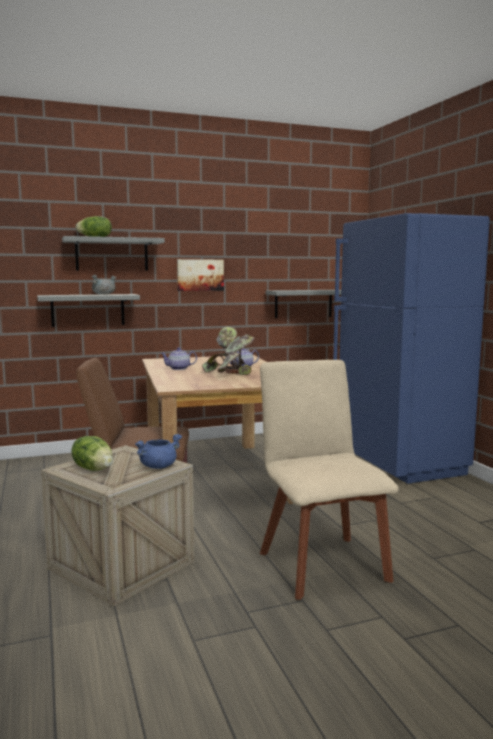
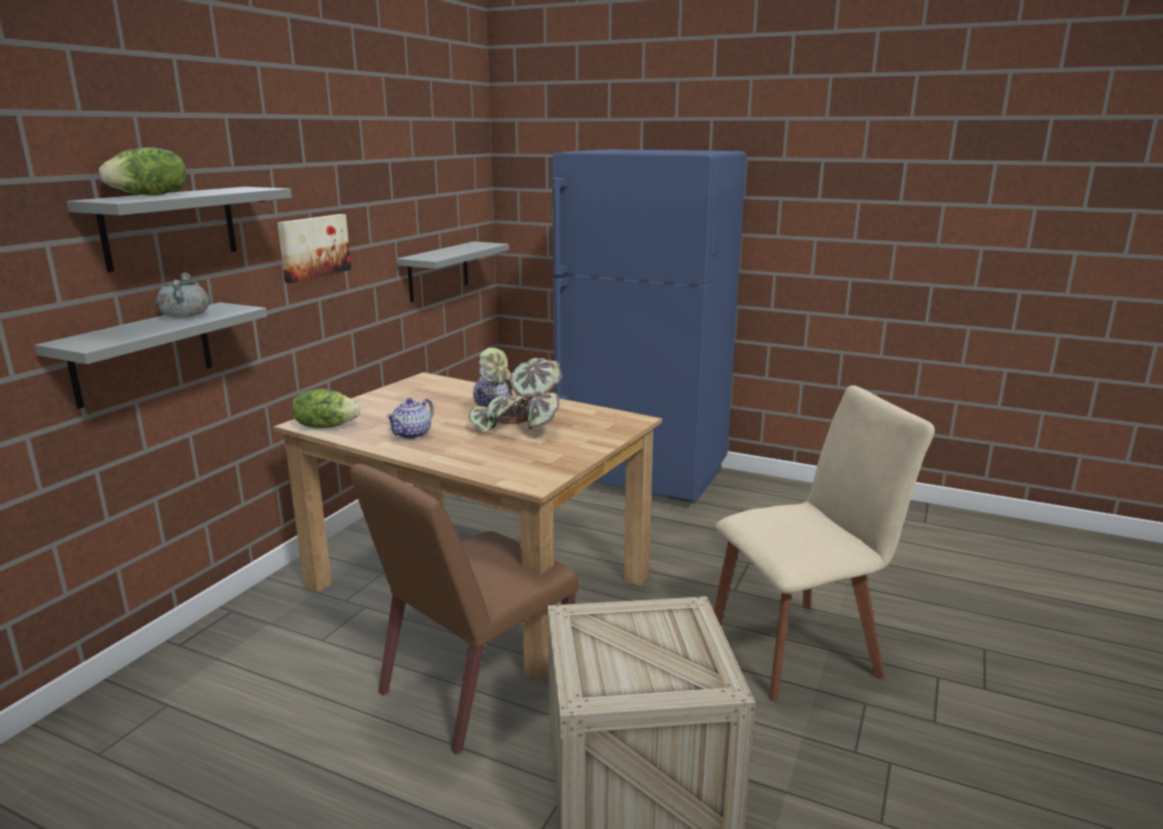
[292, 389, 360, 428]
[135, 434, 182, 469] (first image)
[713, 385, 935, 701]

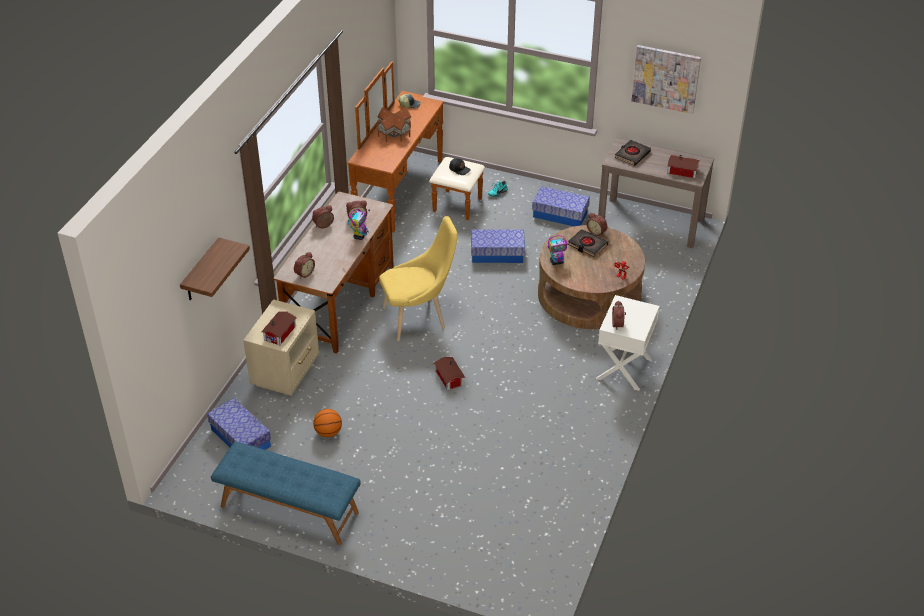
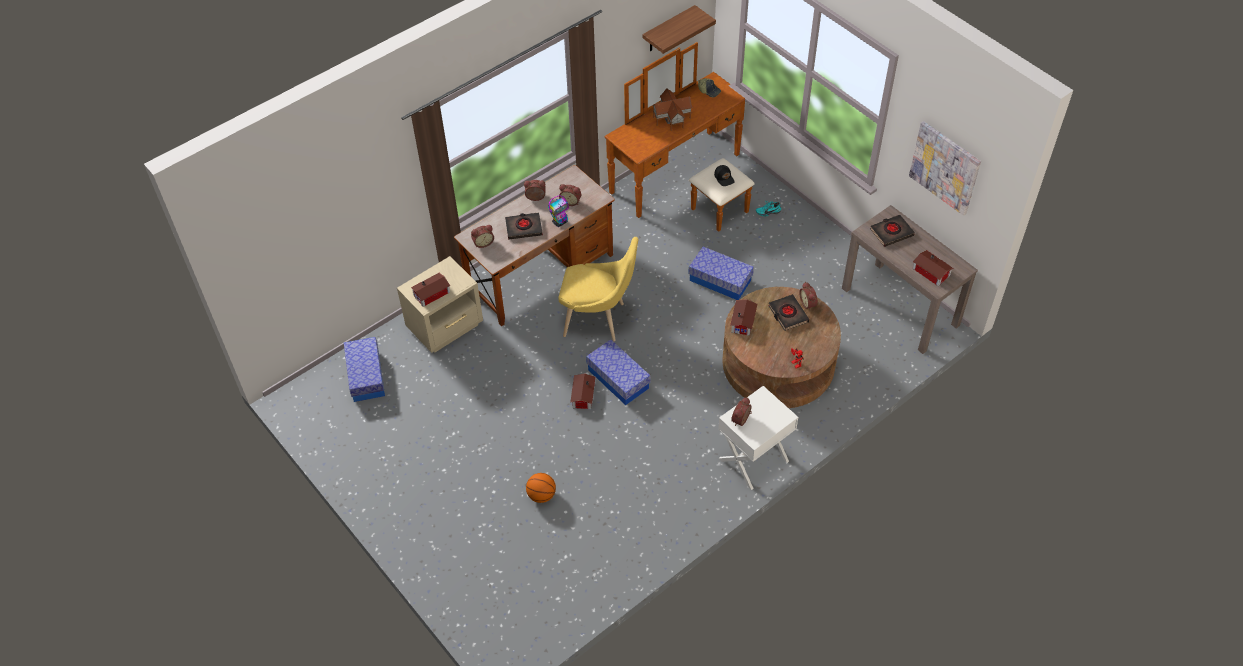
[643, 5, 716, 54]
[211, 442, 361, 545] (first image)
[526, 473, 556, 503]
[586, 339, 651, 405]
[730, 299, 757, 336]
[505, 212, 543, 239]

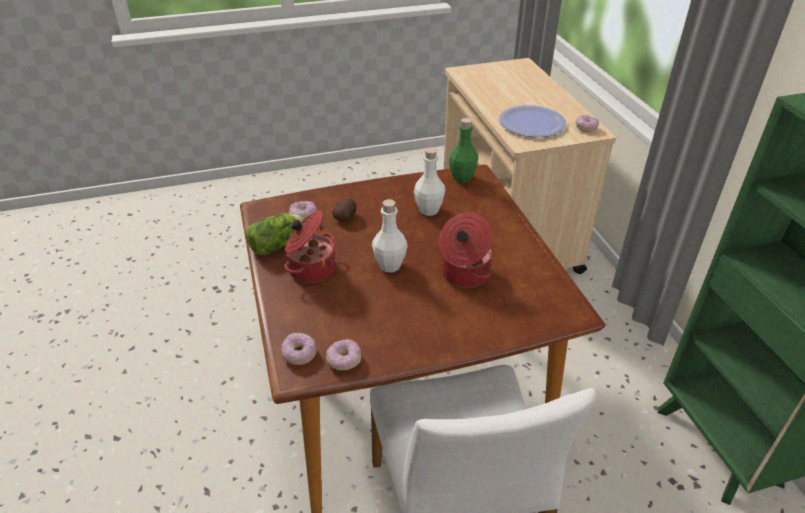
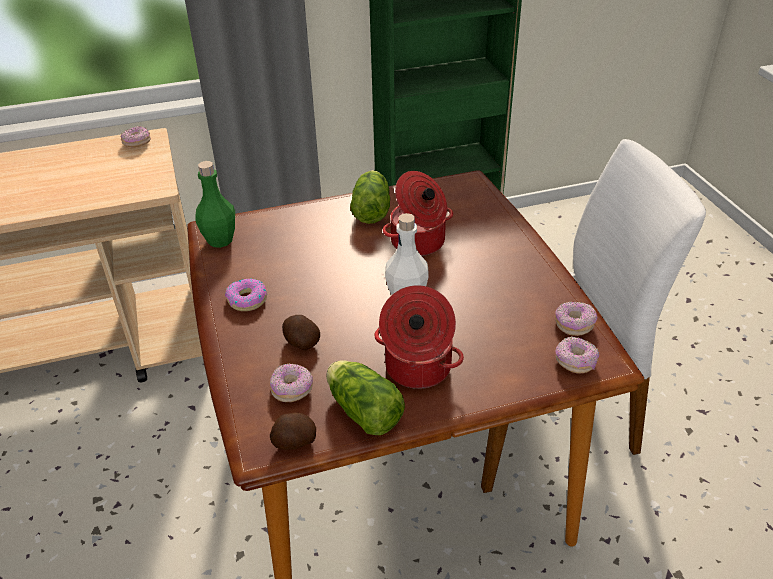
[414, 147, 445, 216] (first image)
[499, 105, 566, 137] (first image)
[225, 279, 267, 311]
[270, 413, 316, 450]
[350, 170, 390, 224]

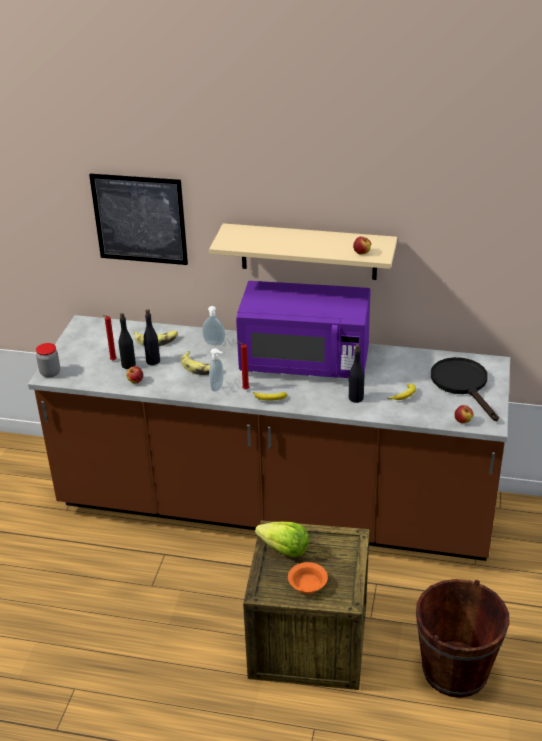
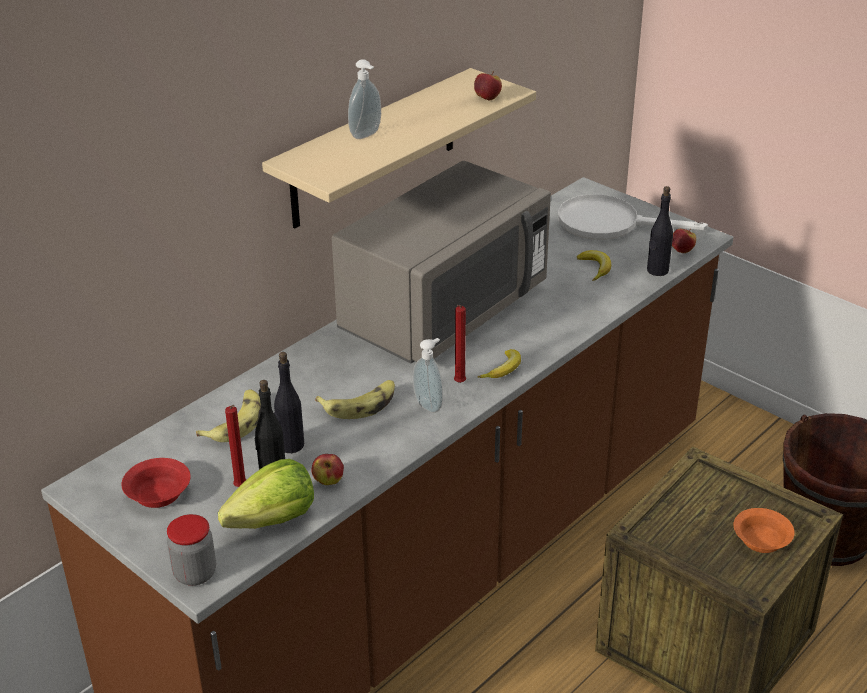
[89, 174, 188, 265] (first image)
[348, 59, 381, 139]
[332, 161, 551, 364]
[218, 459, 314, 529]
[647, 186, 673, 276]
[558, 194, 708, 240]
[122, 458, 191, 508]

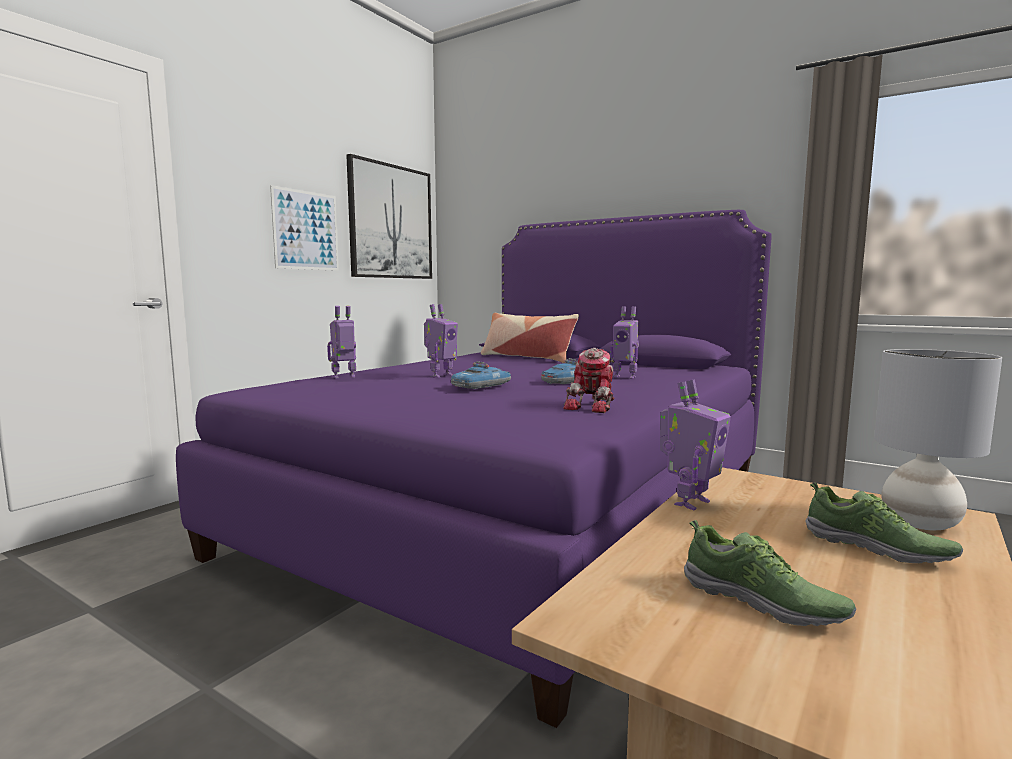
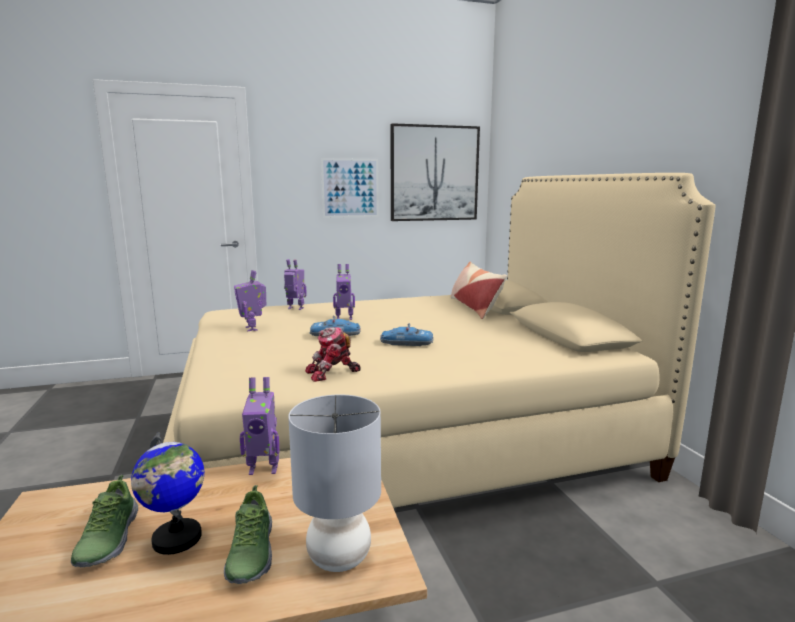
[163, 173, 715, 508]
[234, 270, 266, 332]
[131, 432, 204, 555]

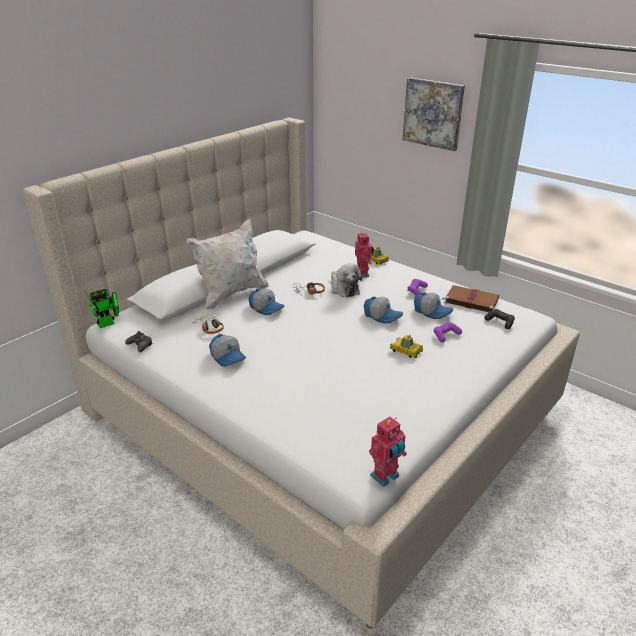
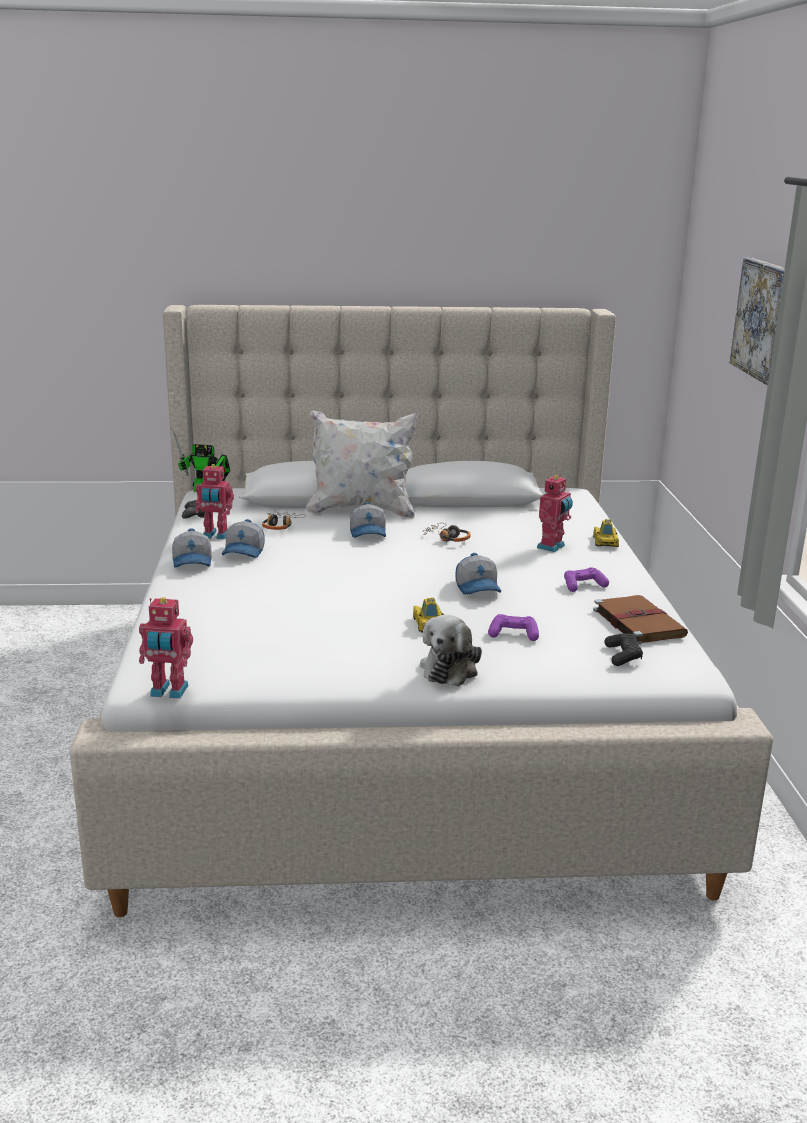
[420, 615, 482, 686]
[172, 528, 212, 568]
[195, 464, 234, 539]

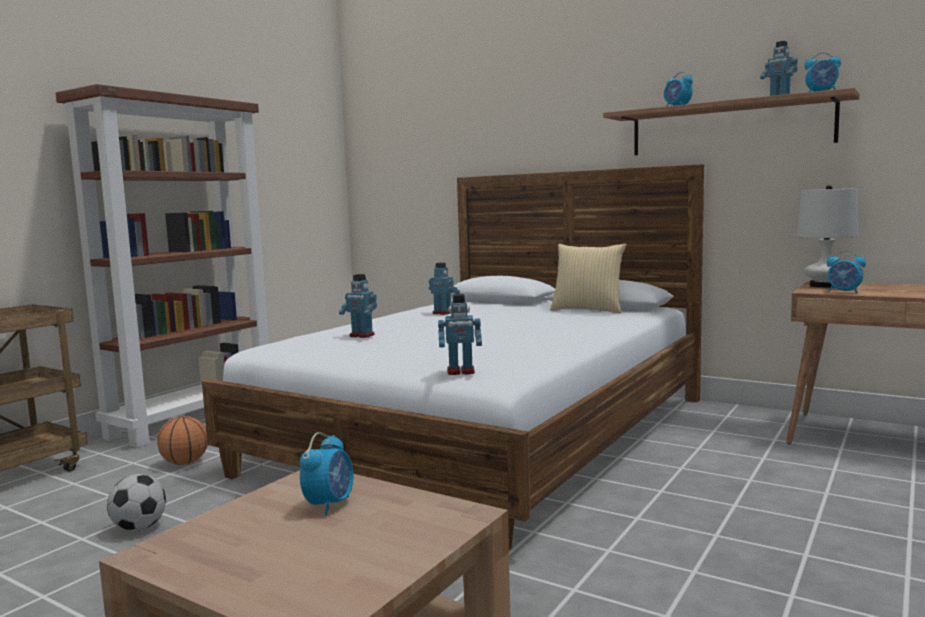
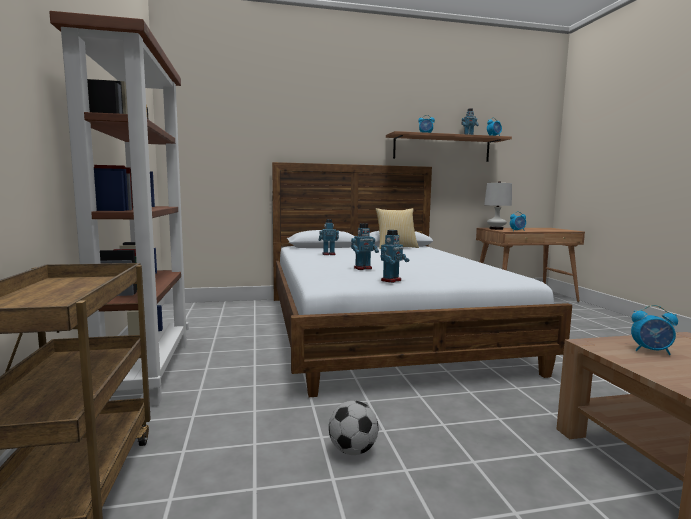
[157, 416, 208, 465] (first image)
[631, 305, 678, 355]
[380, 230, 409, 283]

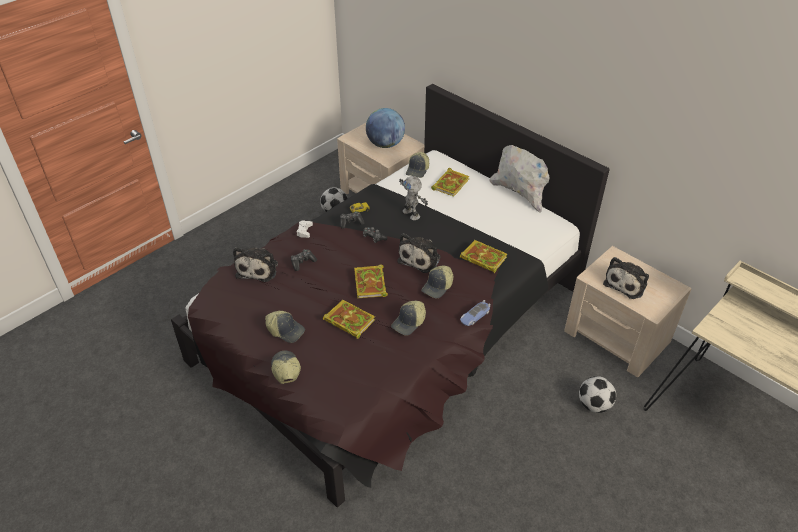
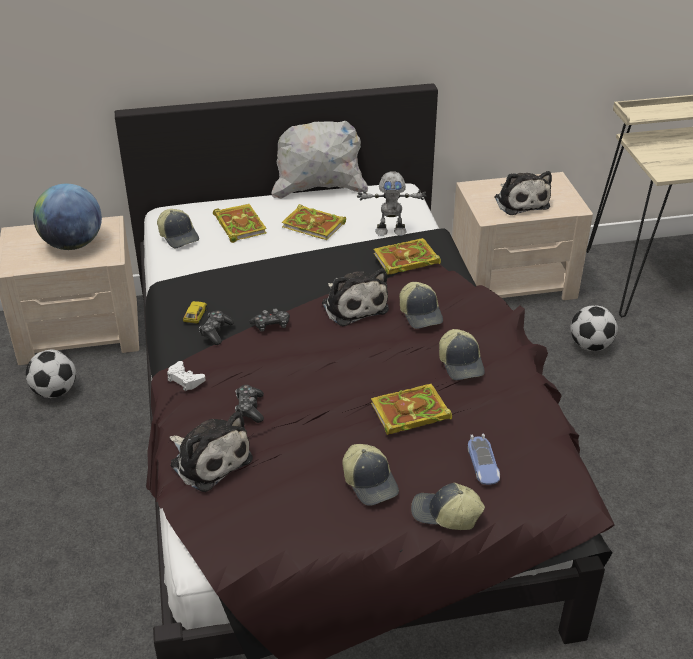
[342, 444, 399, 506]
[282, 204, 346, 240]
[357, 171, 427, 236]
[468, 433, 500, 485]

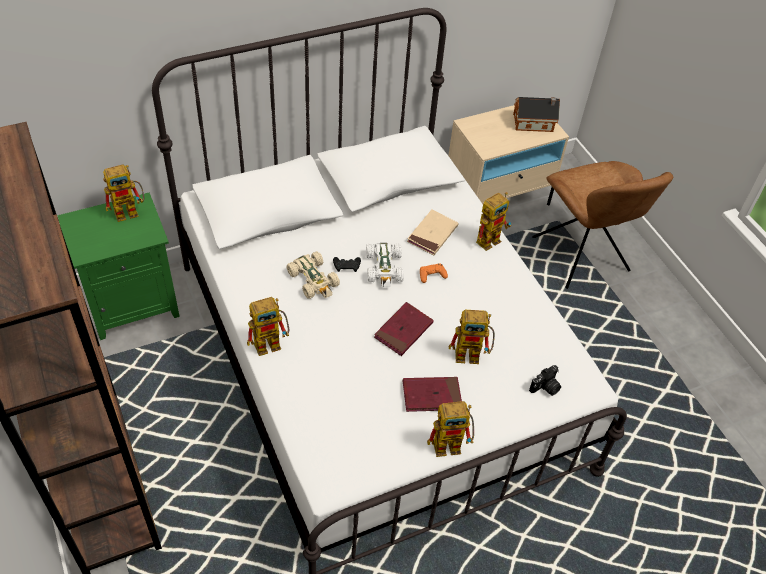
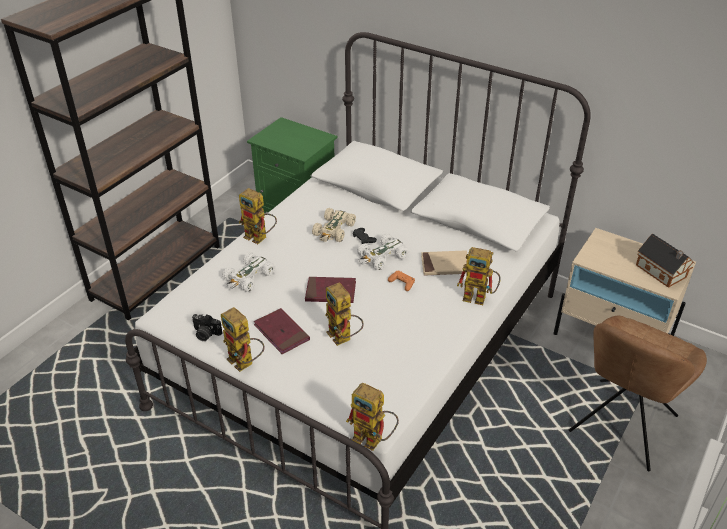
[346, 382, 399, 451]
[192, 314, 222, 341]
[222, 252, 275, 292]

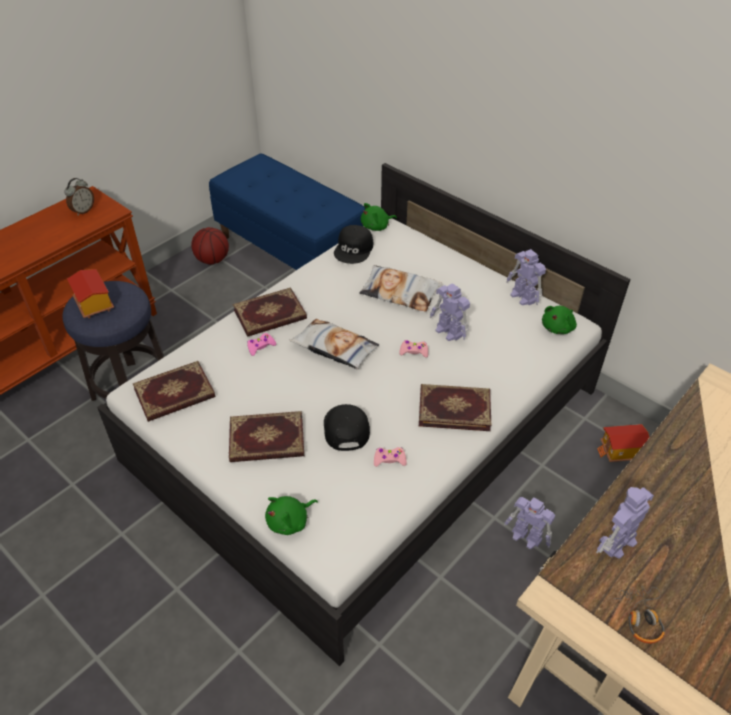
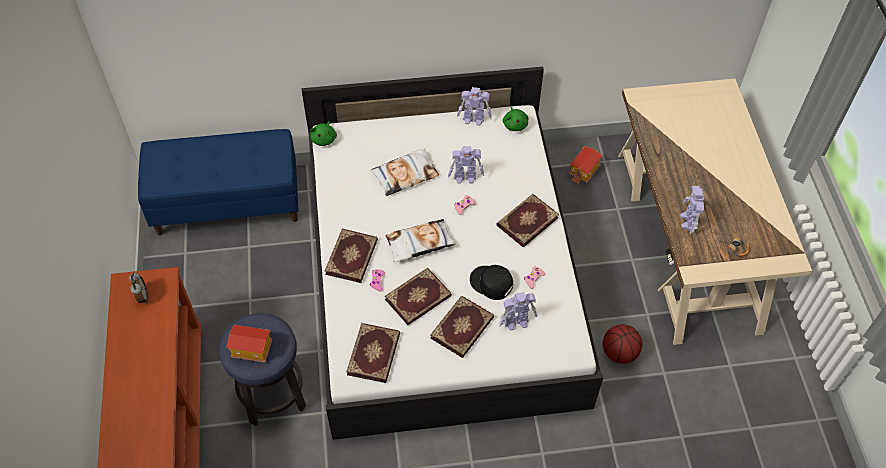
[603, 324, 642, 364]
[265, 496, 318, 535] (first image)
[334, 225, 373, 264] (first image)
[499, 292, 537, 331]
[385, 268, 452, 325]

